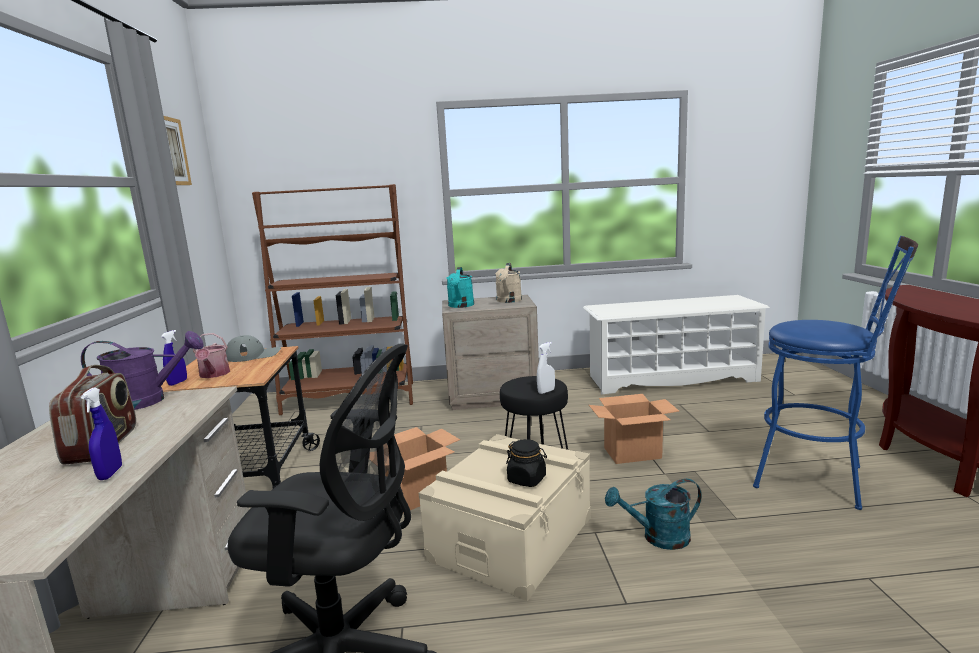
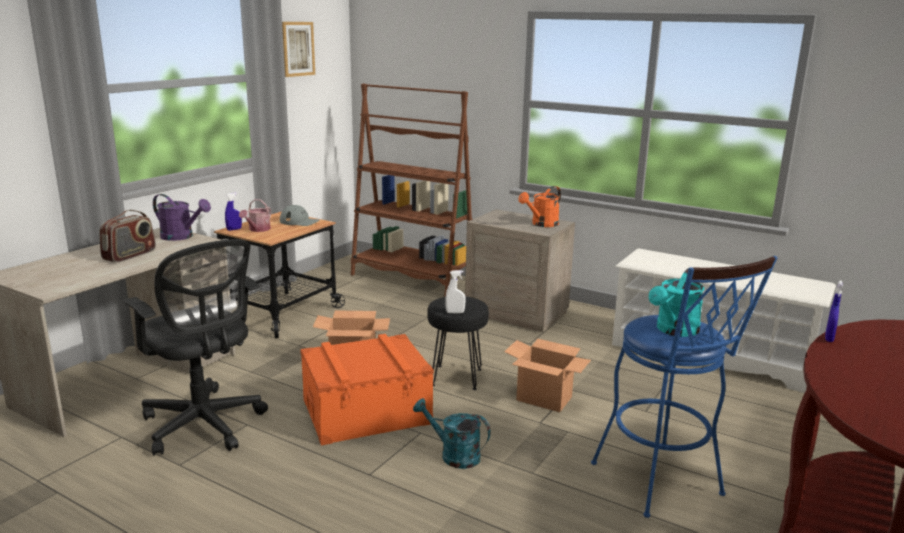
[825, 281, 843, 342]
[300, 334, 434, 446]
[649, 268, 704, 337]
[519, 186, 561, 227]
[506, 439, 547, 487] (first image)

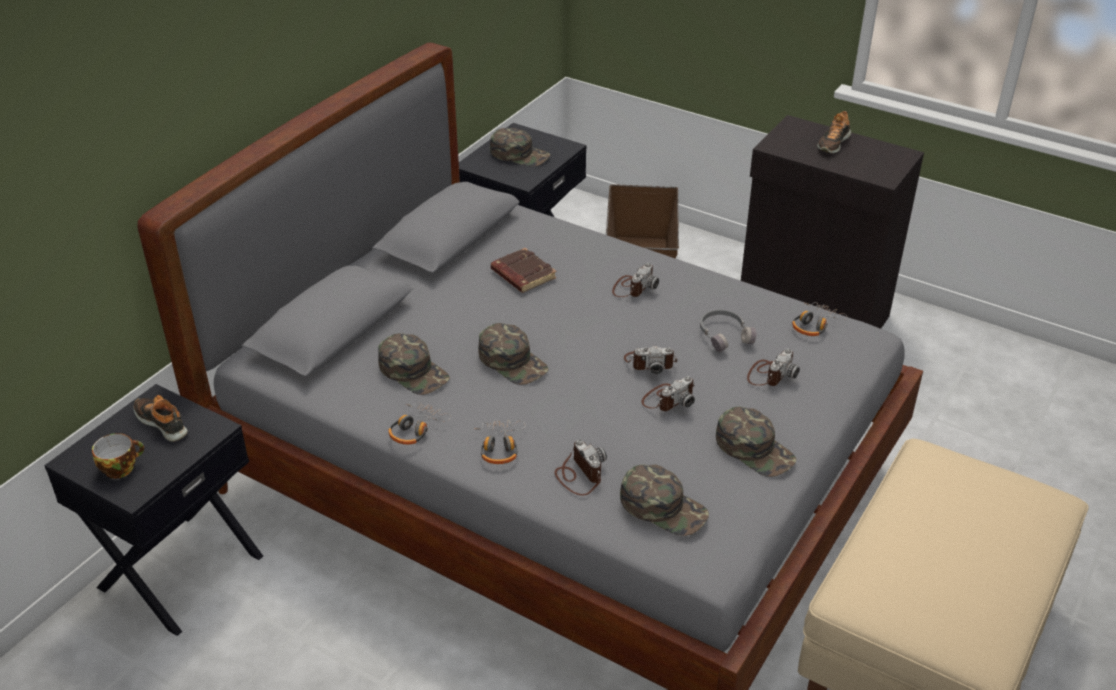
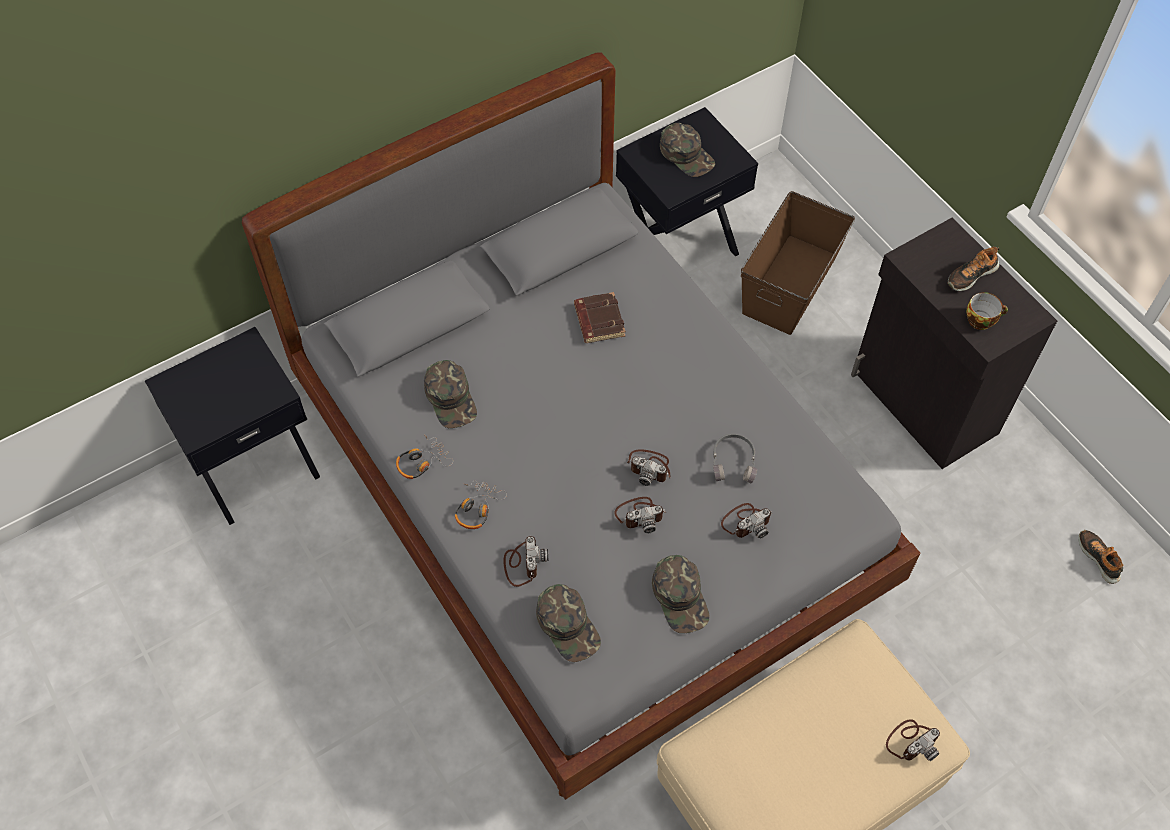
[966, 292, 1008, 330]
[1078, 530, 1124, 584]
[478, 323, 548, 385] (first image)
[886, 719, 940, 761]
[792, 302, 847, 336] (first image)

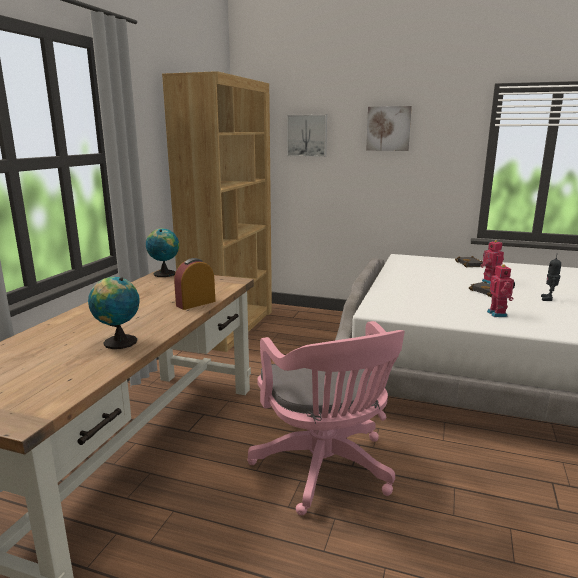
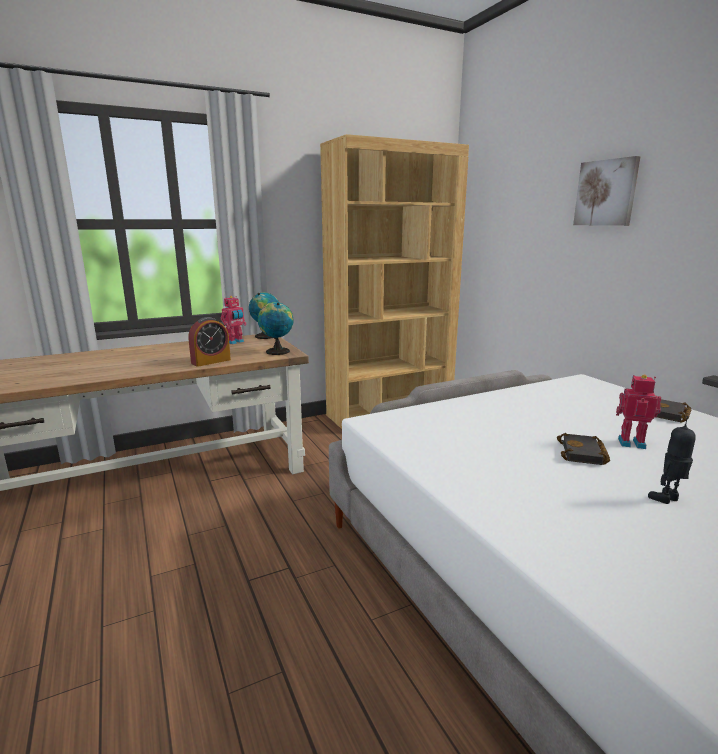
[258, 302, 293, 355]
[188, 317, 231, 367]
[247, 321, 405, 515] (first image)
[287, 114, 327, 157] (first image)
[221, 296, 247, 344]

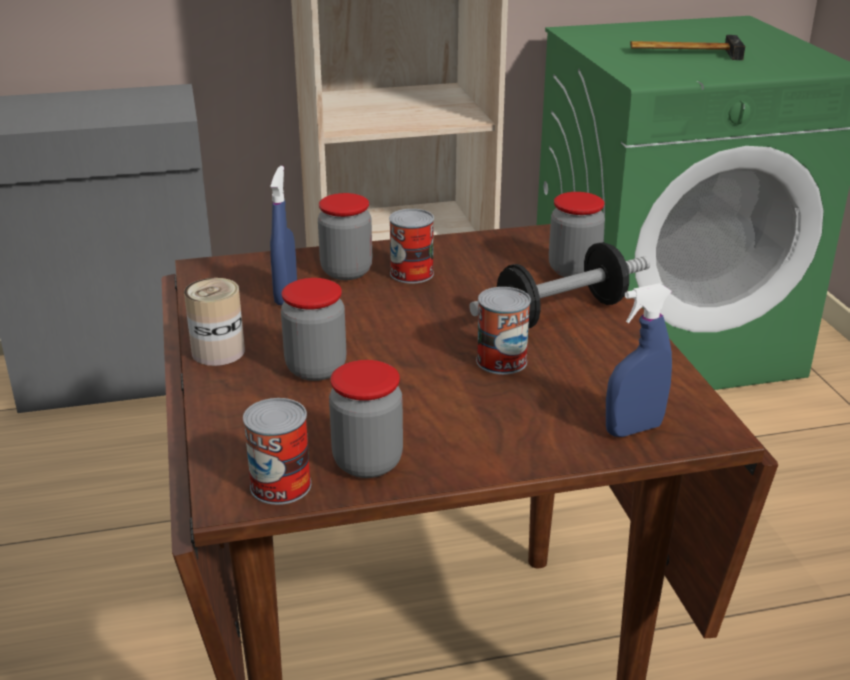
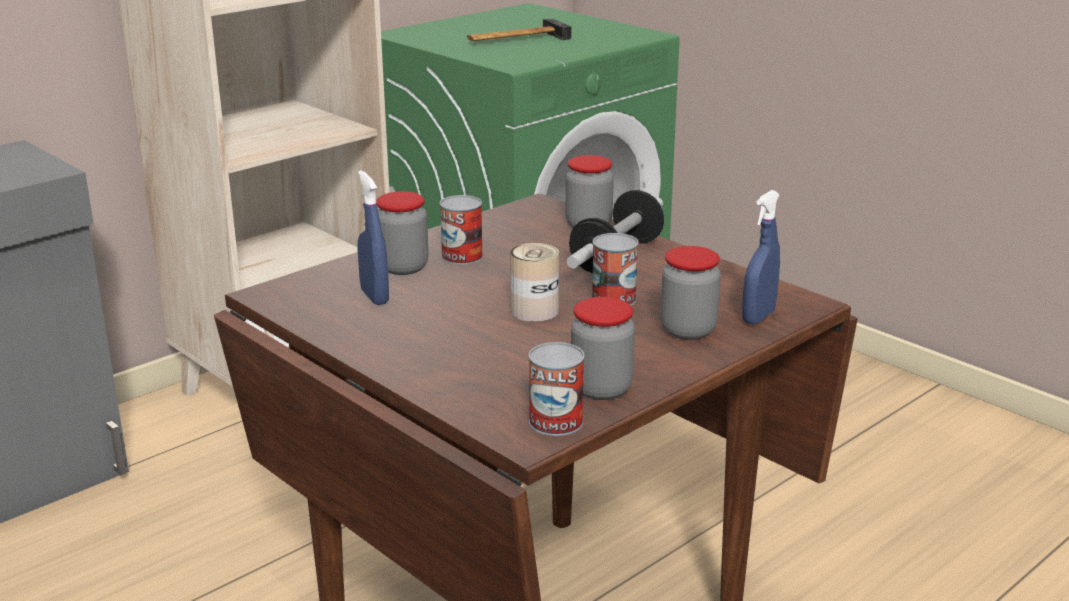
[510, 243, 559, 322]
[661, 246, 721, 340]

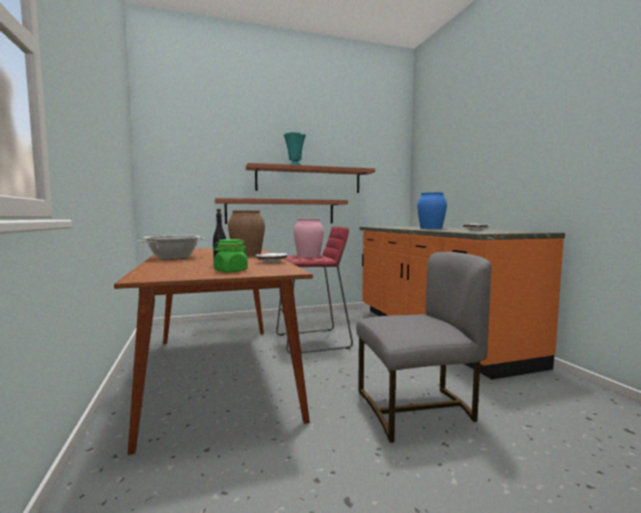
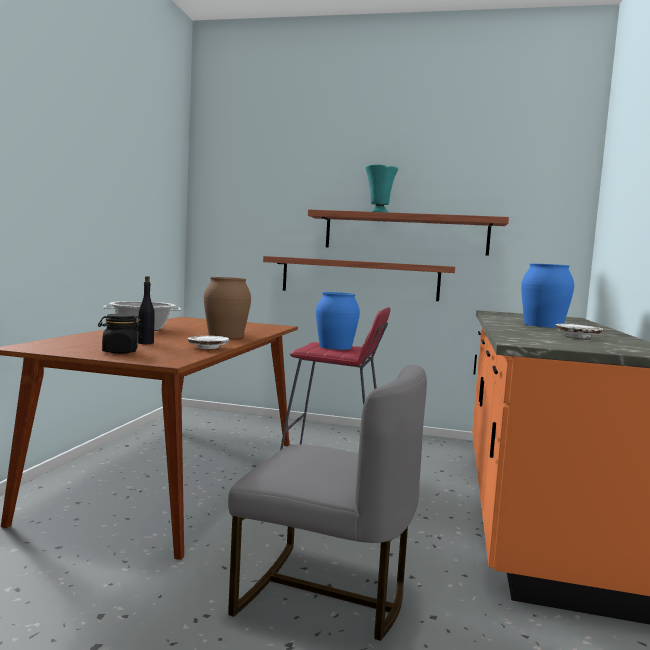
[98, 314, 142, 354]
[316, 292, 360, 350]

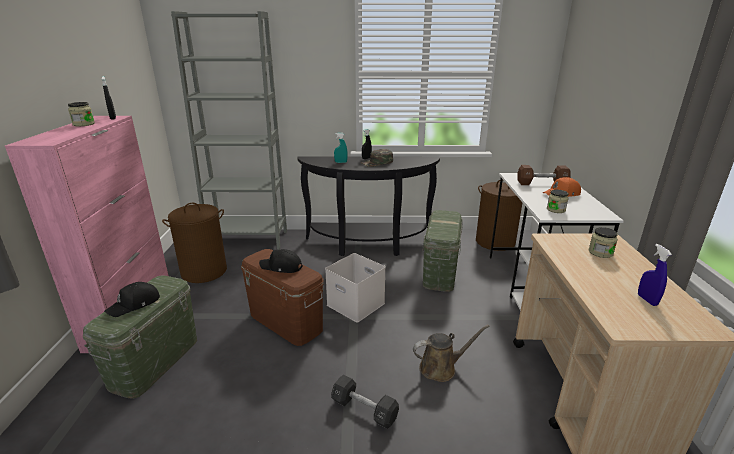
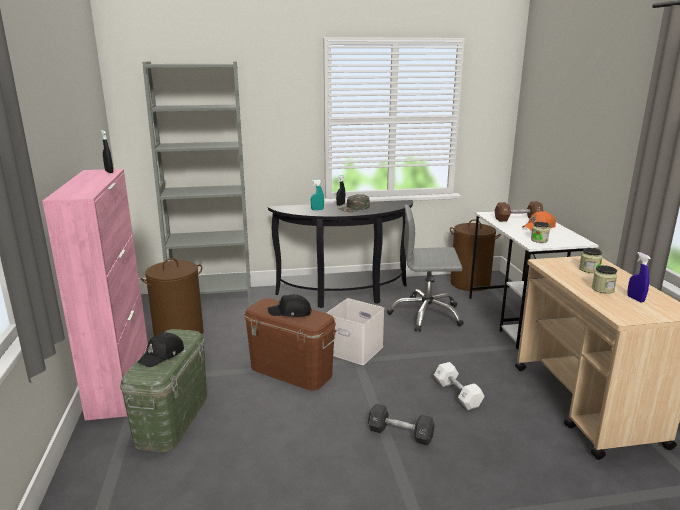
[592, 265, 617, 294]
[434, 362, 485, 410]
[387, 205, 464, 332]

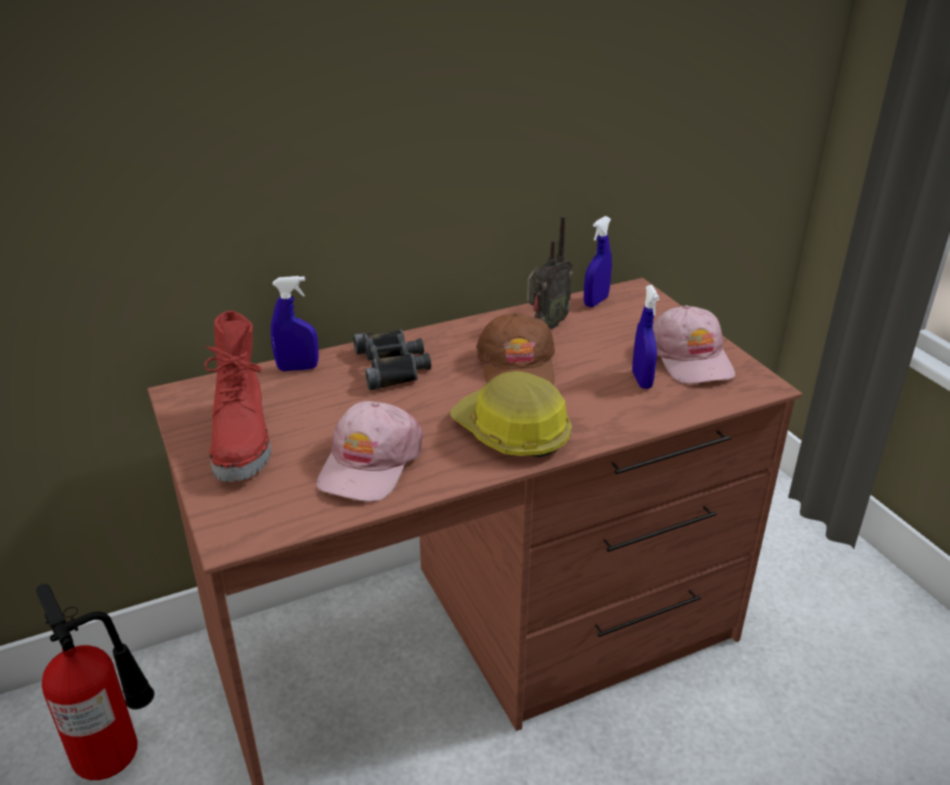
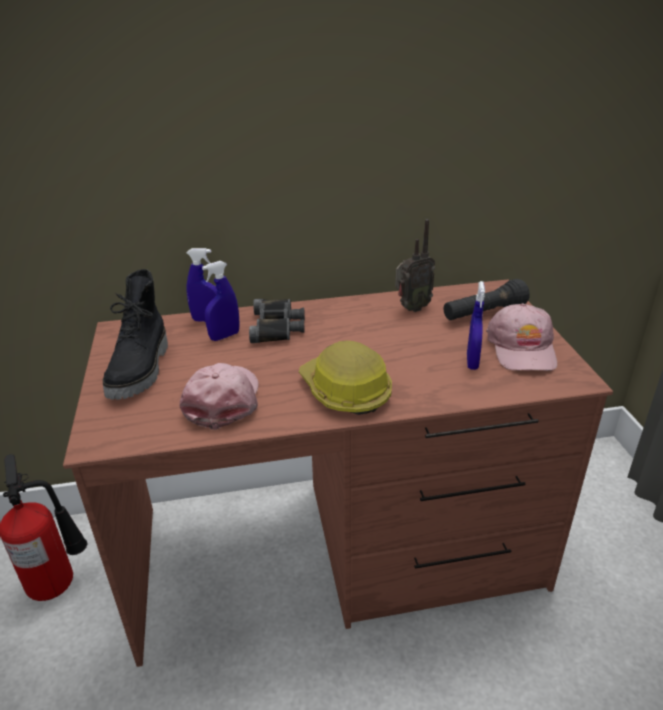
[103, 269, 168, 400]
[180, 363, 259, 430]
[476, 313, 555, 385] (first image)
[202, 261, 240, 341]
[444, 279, 530, 320]

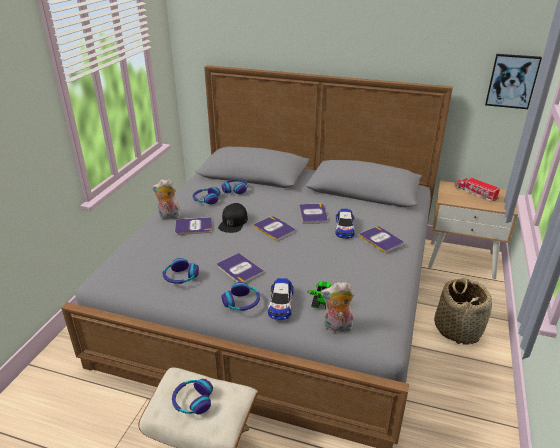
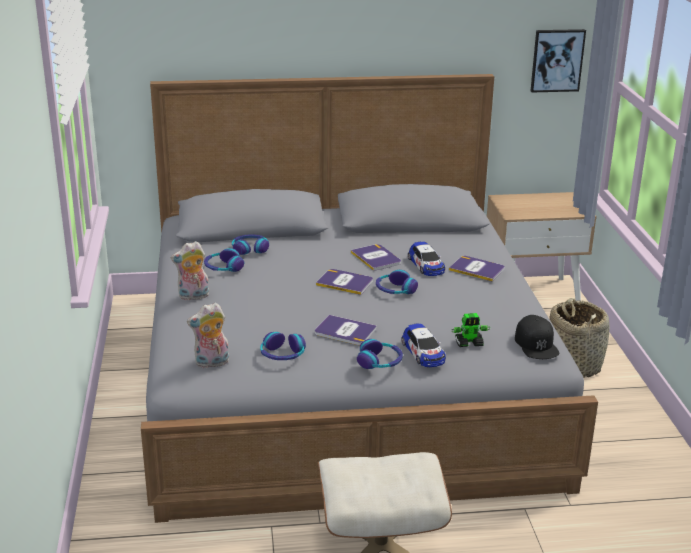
[376, 270, 418, 294]
[175, 217, 212, 235] (first image)
[515, 315, 559, 359]
[187, 303, 229, 368]
[455, 177, 500, 201] (first image)

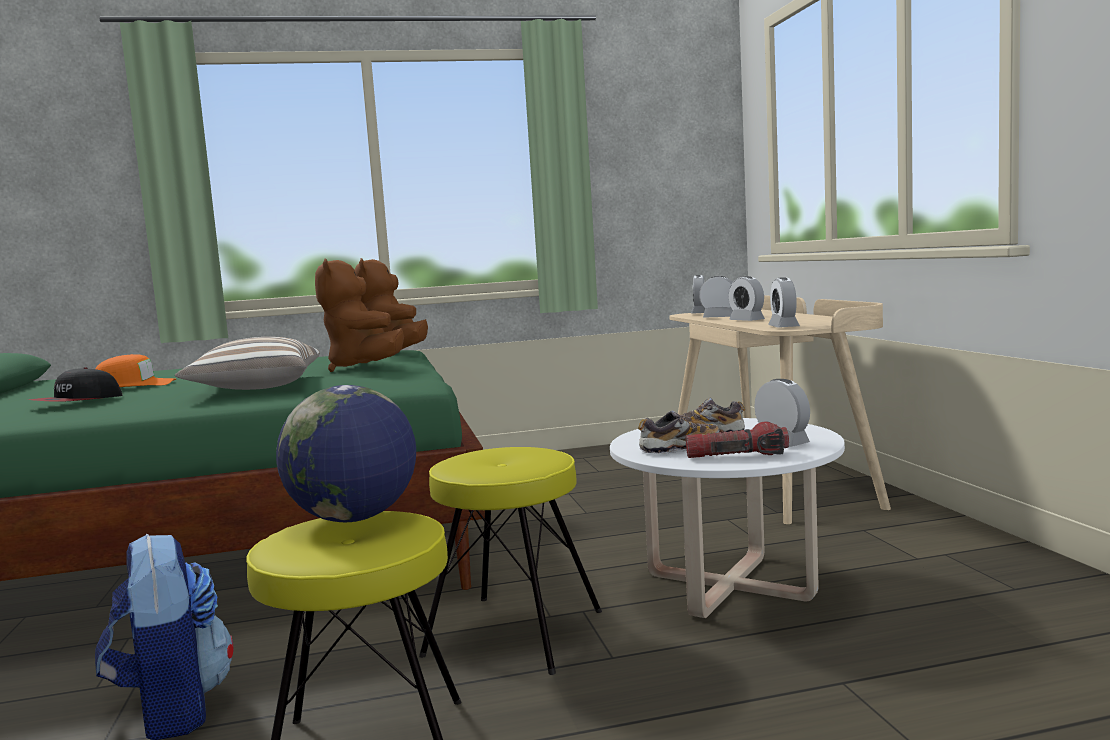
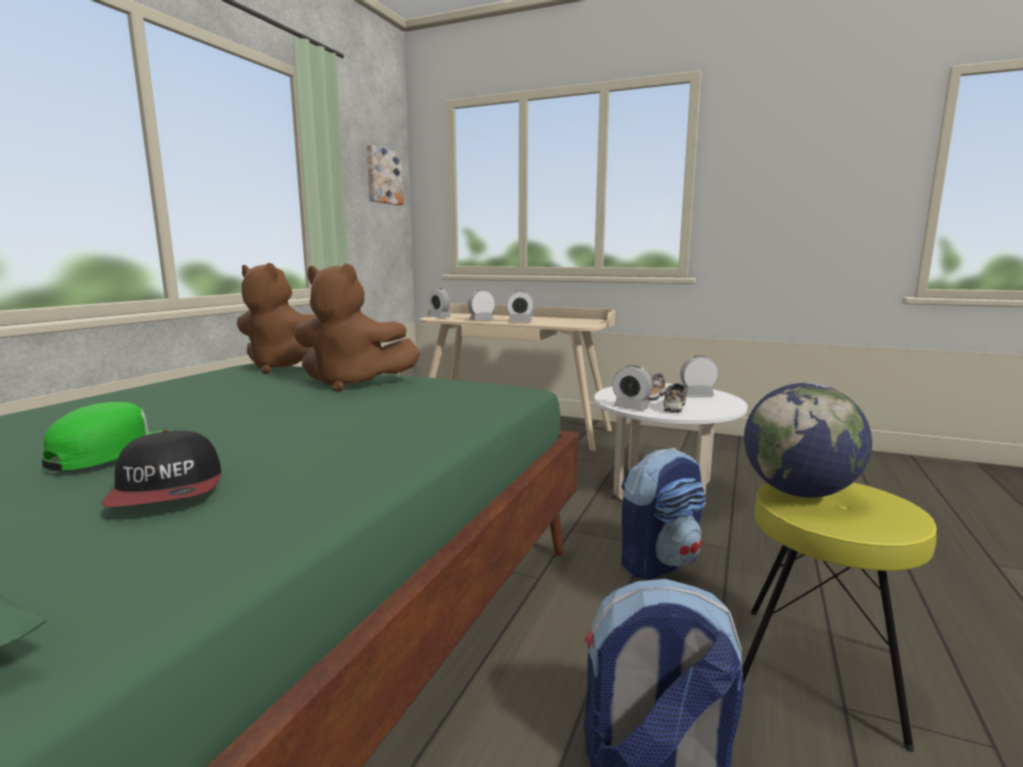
[42, 402, 173, 471]
[175, 337, 320, 390] (first image)
[621, 448, 706, 580]
[685, 421, 789, 458] (first image)
[612, 365, 653, 410]
[367, 145, 404, 205]

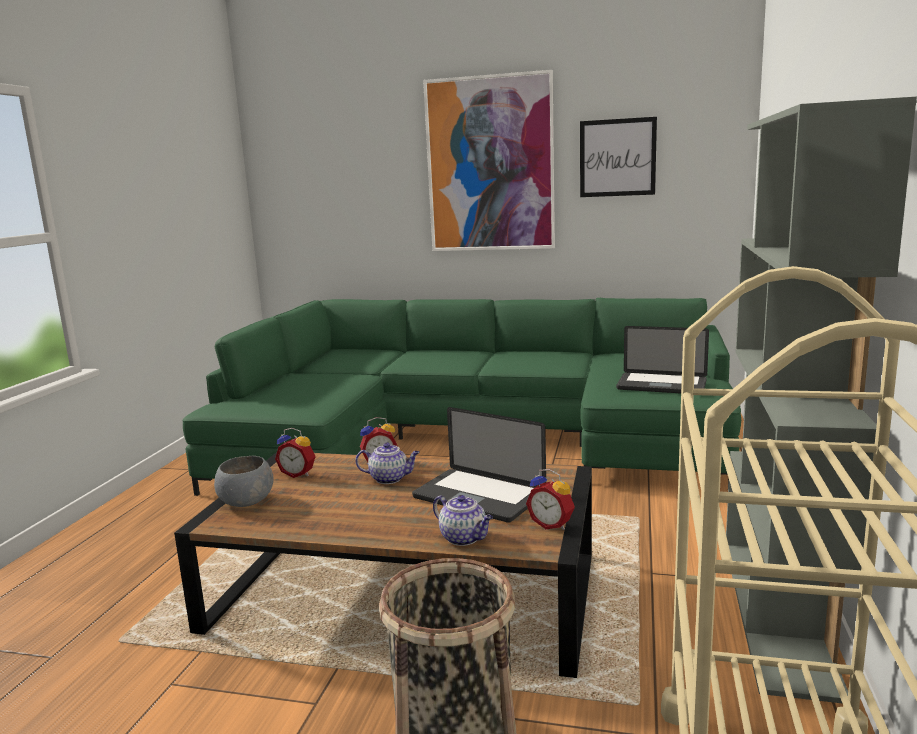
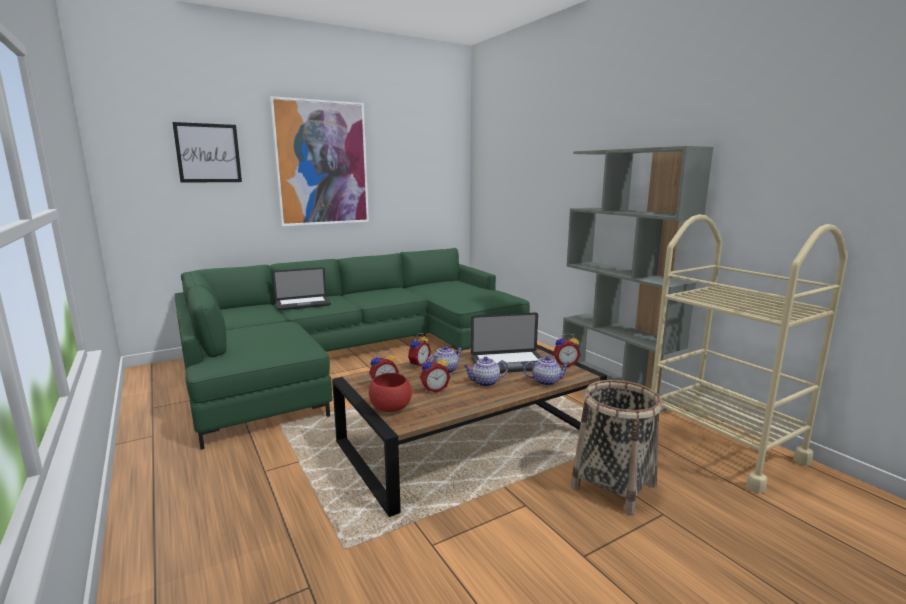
[369, 373, 412, 412]
[172, 122, 242, 183]
[272, 267, 331, 310]
[420, 355, 450, 393]
[463, 357, 508, 387]

